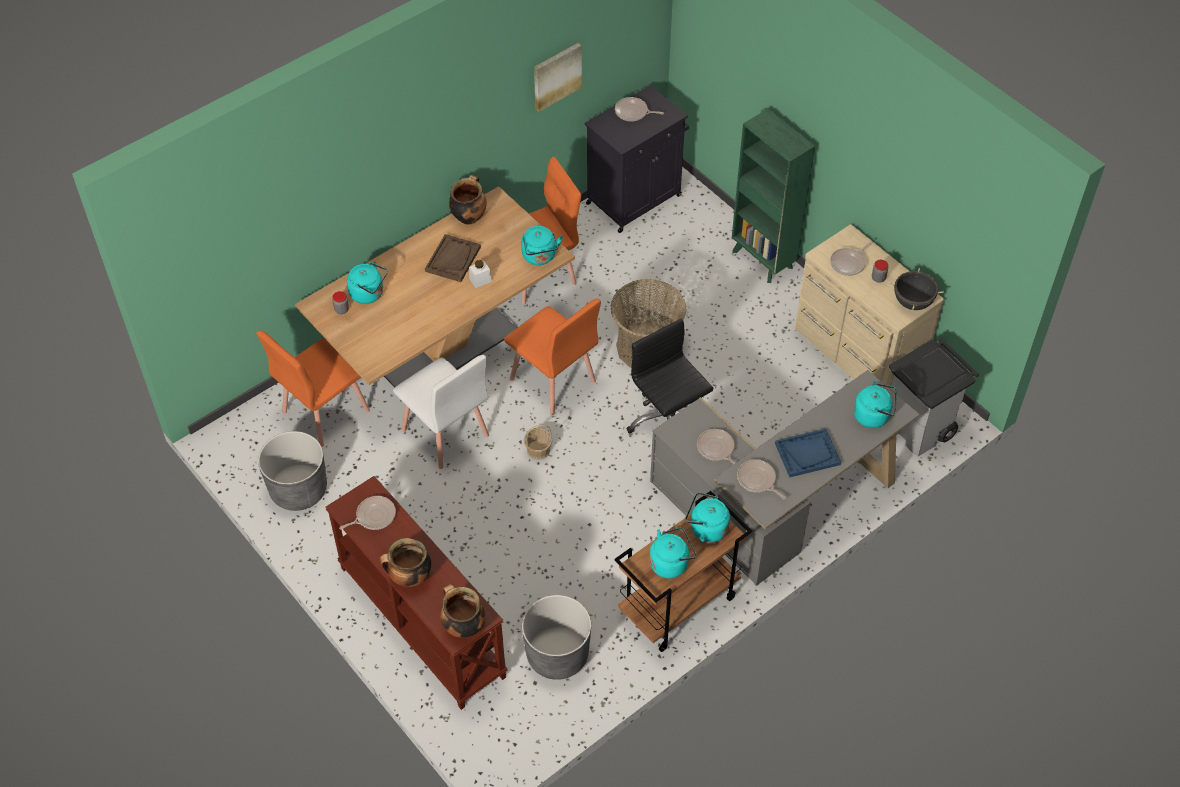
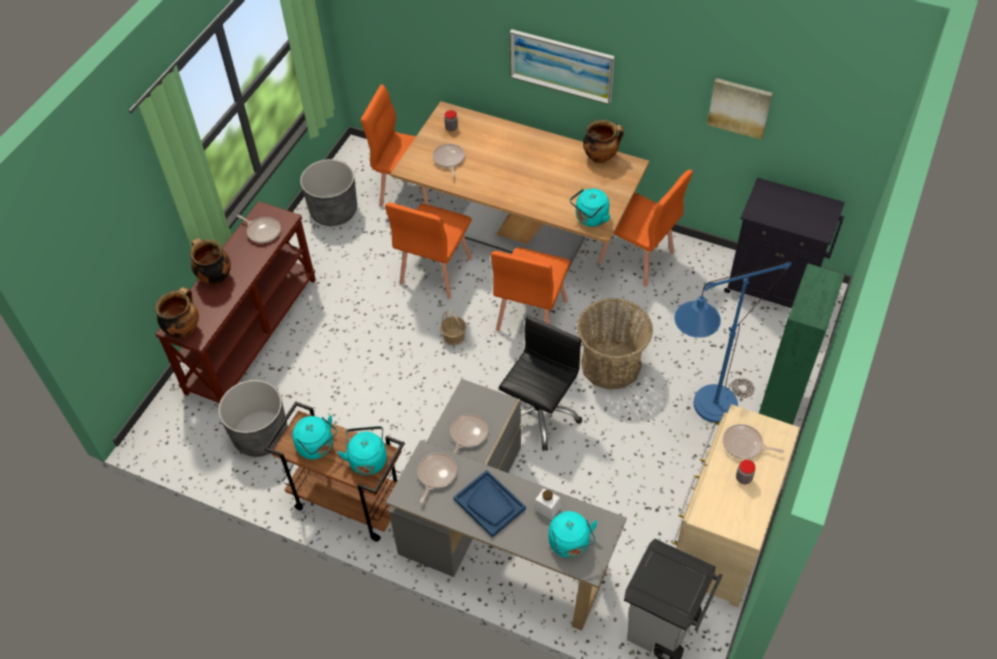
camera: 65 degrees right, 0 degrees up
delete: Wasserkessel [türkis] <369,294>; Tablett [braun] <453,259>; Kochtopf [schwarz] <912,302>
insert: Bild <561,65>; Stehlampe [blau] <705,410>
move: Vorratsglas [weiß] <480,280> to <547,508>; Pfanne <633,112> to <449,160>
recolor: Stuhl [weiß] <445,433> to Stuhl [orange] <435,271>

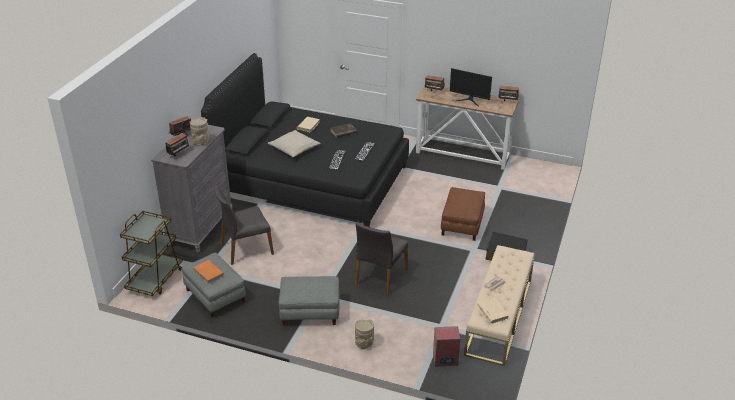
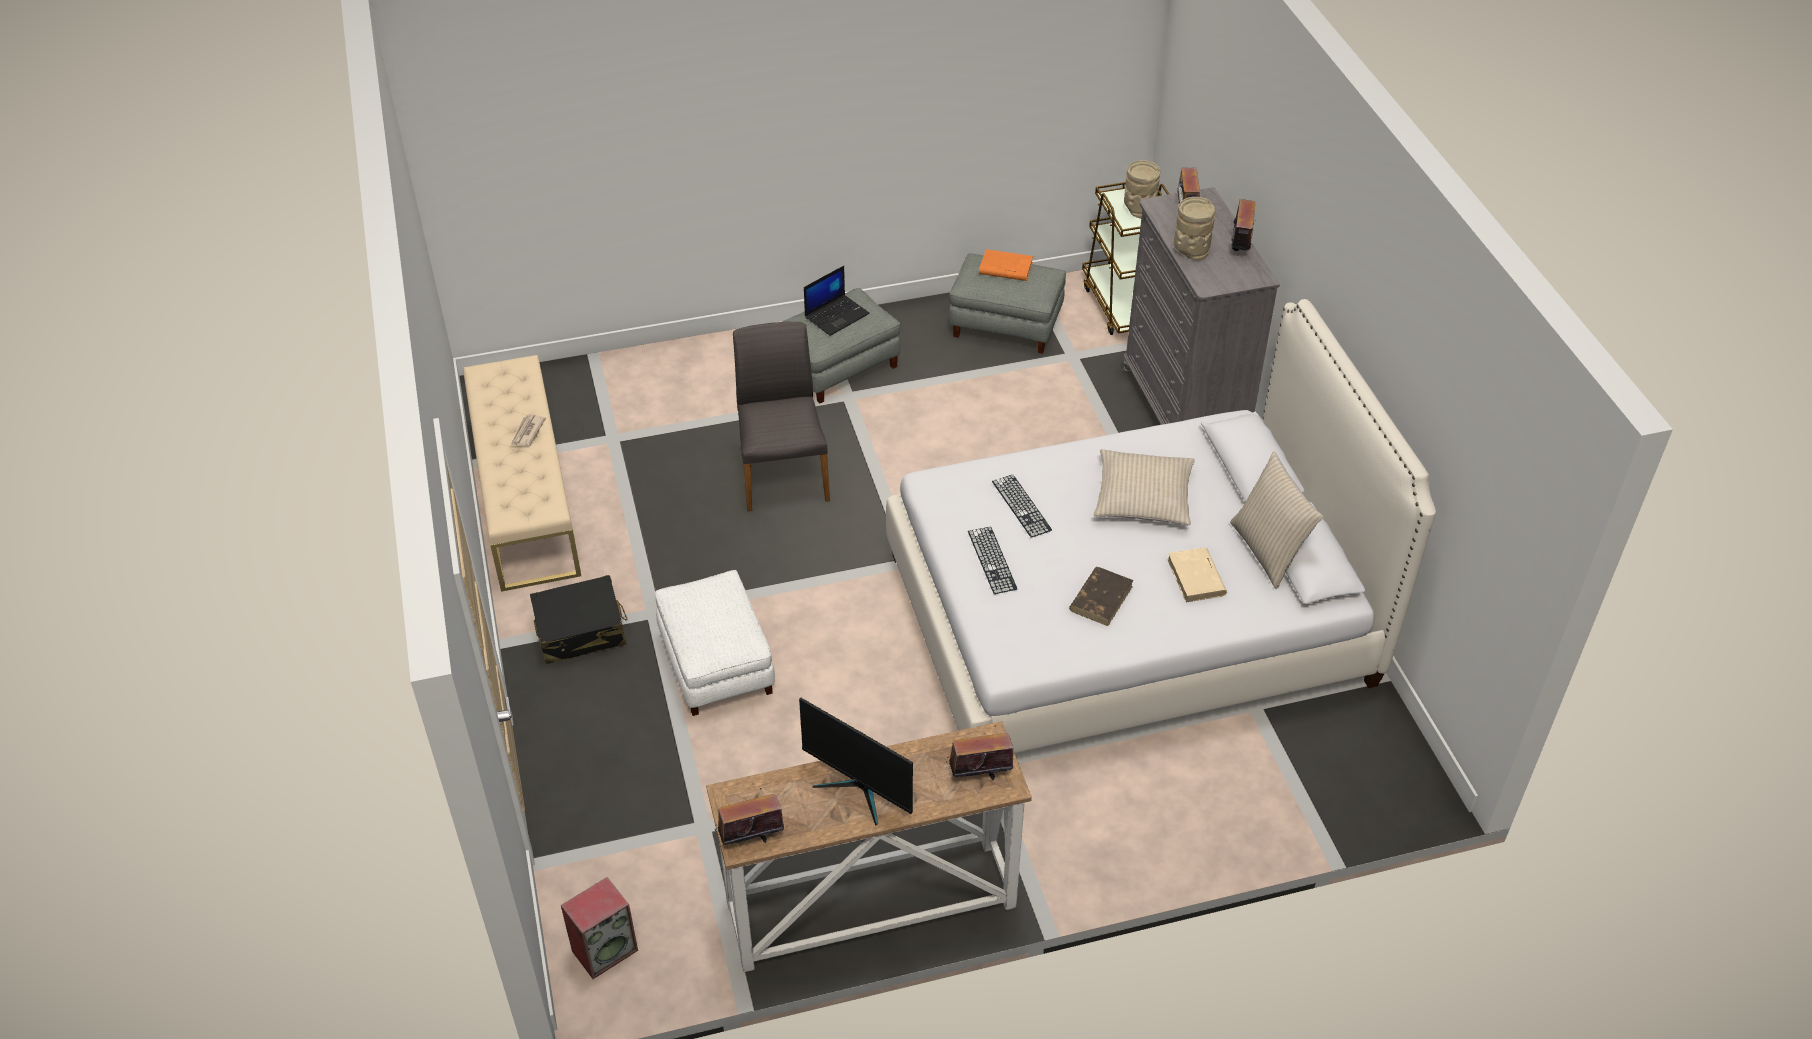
camera: 145 degrees right, 10 degrees up
delete: Stuhl [grau] <246,249>; Buch [beige] <492,311>
insert: Laptop <837,315>; Kissen [beige] <1268,551>
move: Vase [beige] <364,344> to <1139,208>; Lautsprecher <445,359> to <605,949>
recolor: Bett [schwarz] <311,180> to Bett [weiß] <1128,618>; Polsterhocker [braun] <462,224> to Polsterhocker [weiß] <715,664>
rotate: Monitor <469,100> = <859,790> 135 degrees counterclockwise

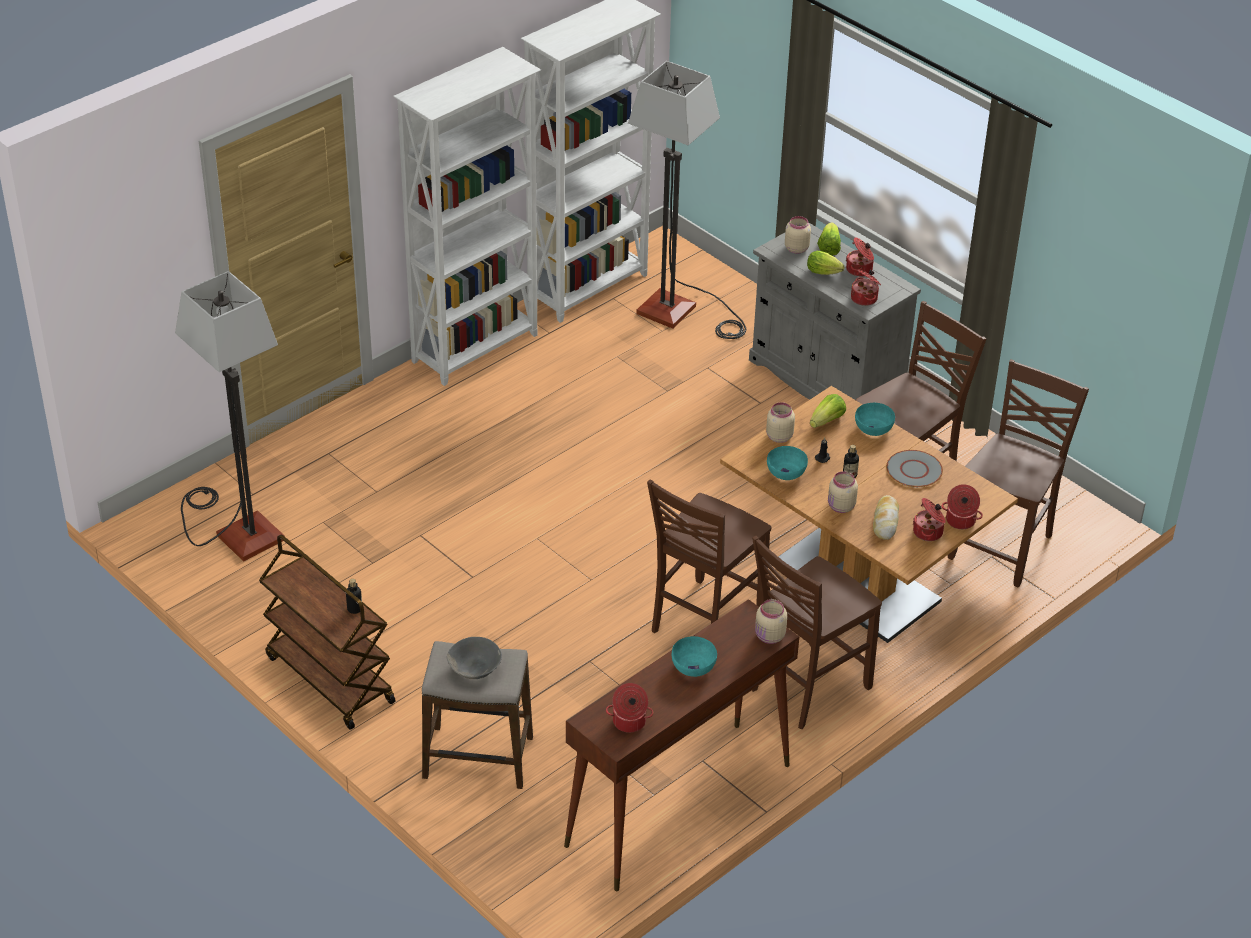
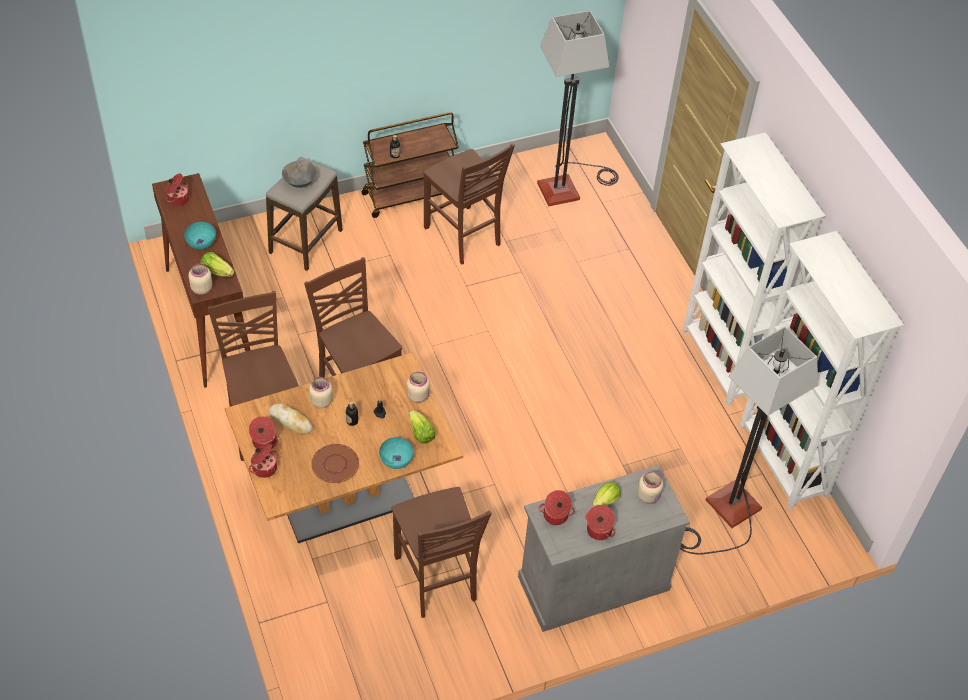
camera: 110 degrees right, 10 degrees up
delete: Schüssel [türkis] <786,473>
move: Salatkopf <829,248> to <217,272>; Stuhl [braun] <1004,547> to <463,237>
recolor: Teller [grau] <914,470> to Teller [braun] <335,464>

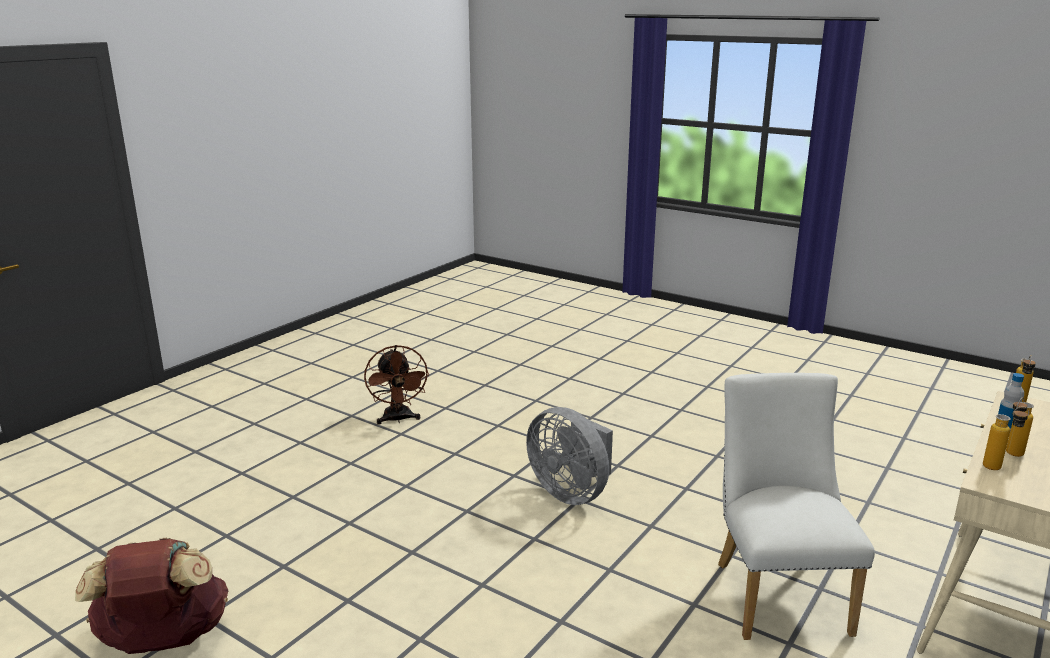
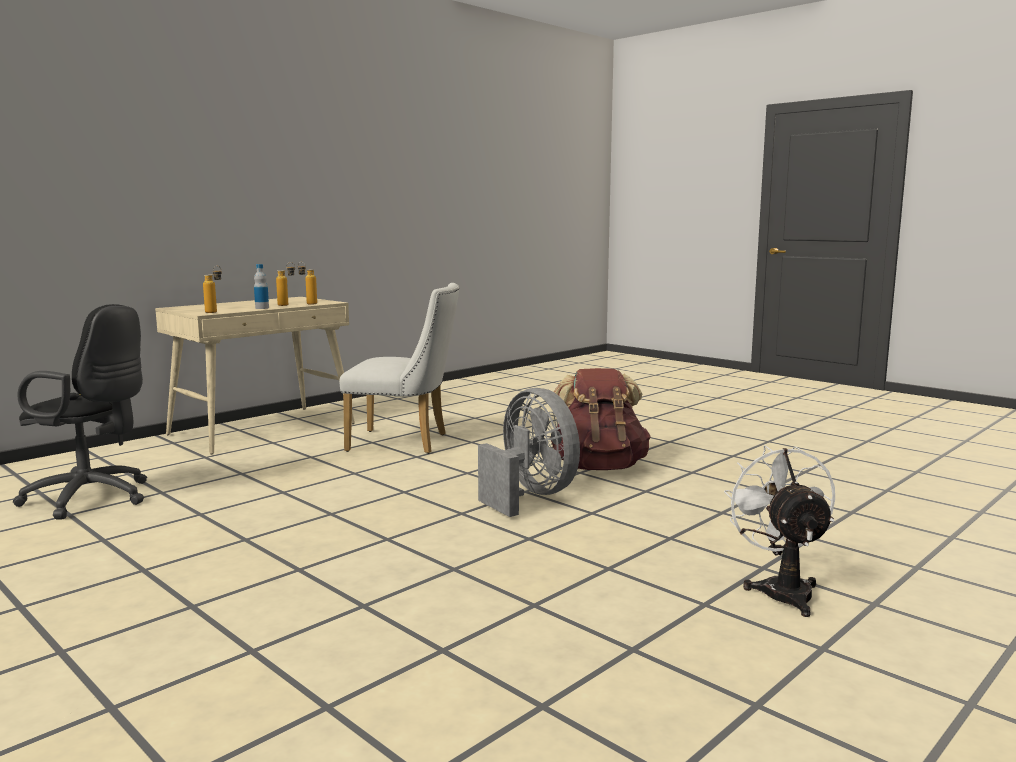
camera: 170 degrees left, 10 degrees down
insert: Bürostuhl [schwarz] <94,499>
move: Rucksack [braun] <164,641> to <599,467>
recolor: Ventilator [braun] <398,419> to Ventilator [weiß] <781,589>
rotate: Stuhl [weiß] <777,591> = <405,442> 90 degrees counterclockwise

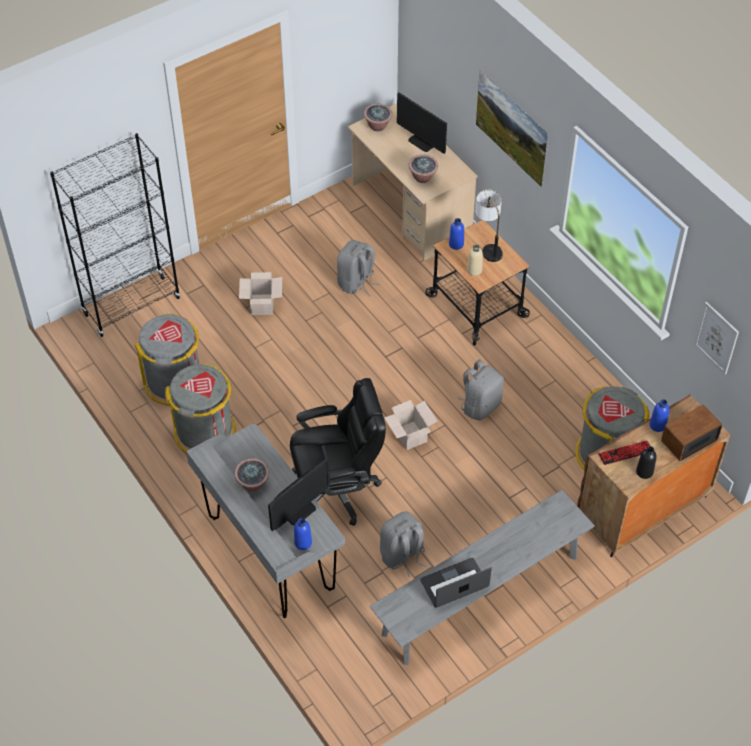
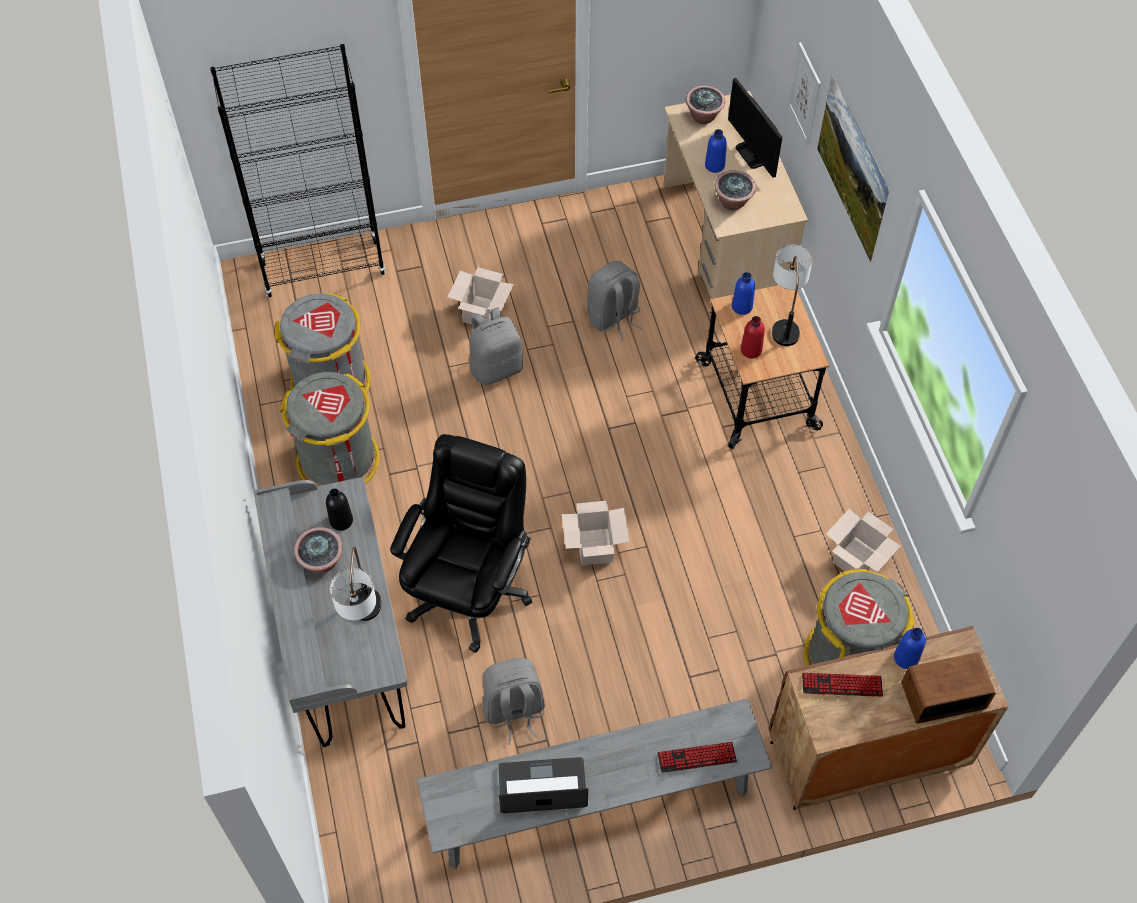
camera: 20 degrees right, 5 degrees up
insert: Tastatur <696,758>; Karton <856,560>
move: Flasche [blau] <303,542> to <714,165>; Rucksack [grau] <480,405> to <496,367>; Flasche [schwarz] <644,472> to <341,521>; Bild <716,338> to <805,94>
replace: Monitor <299,511> to Tischlampe <364,620>
recolor: Flasche [beige] <474,270> to Flasche [rot] <751,350>
rotate: Bürostuhl [schwarz] <337,489> = <469,590> 75 degrees counterclockwise

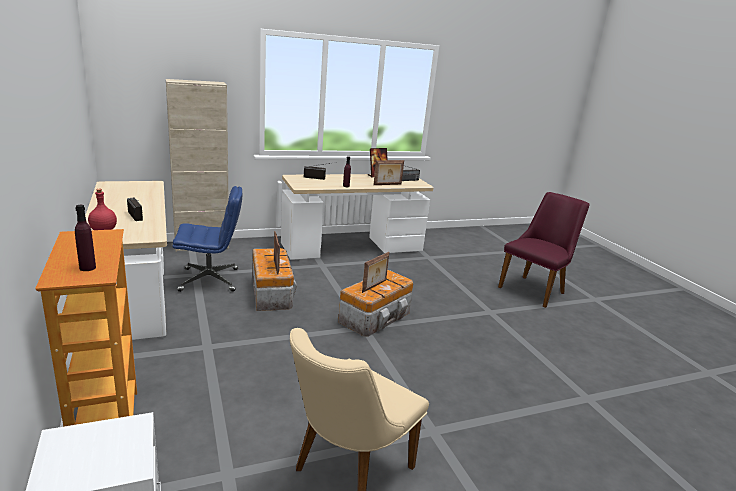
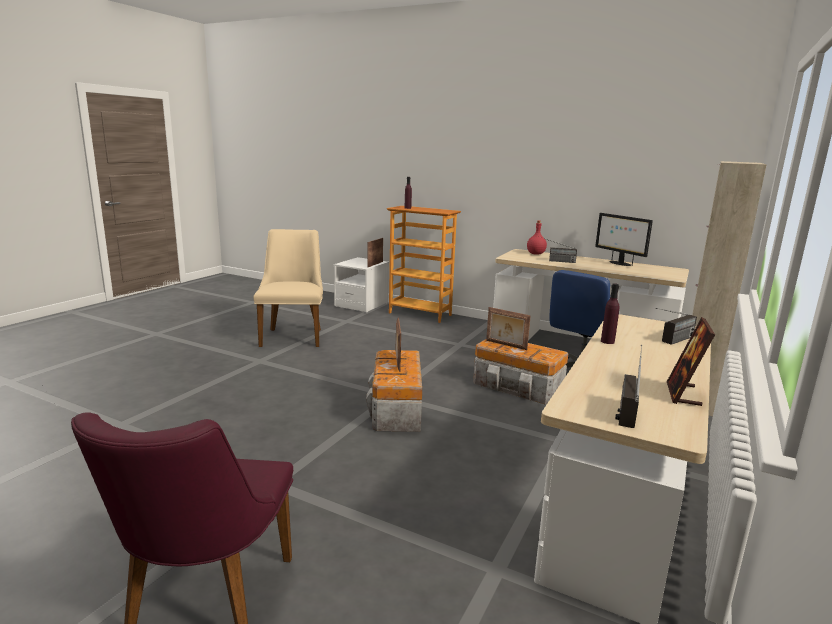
camera: 140 degrees right, 5 degrees down
insert: Monitor <619,263>
move: Bilderrahmen <387,185> to <374,264>

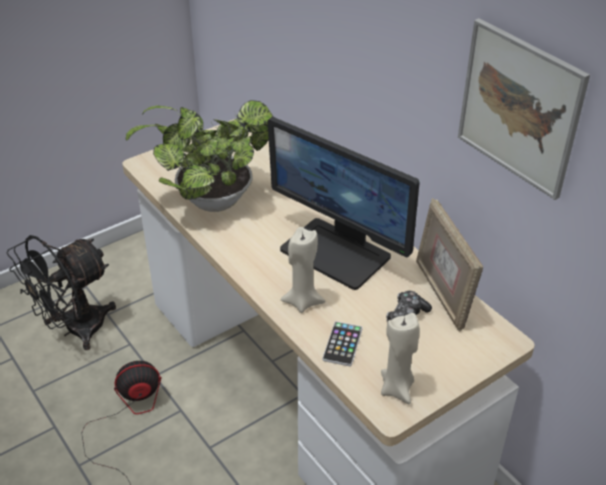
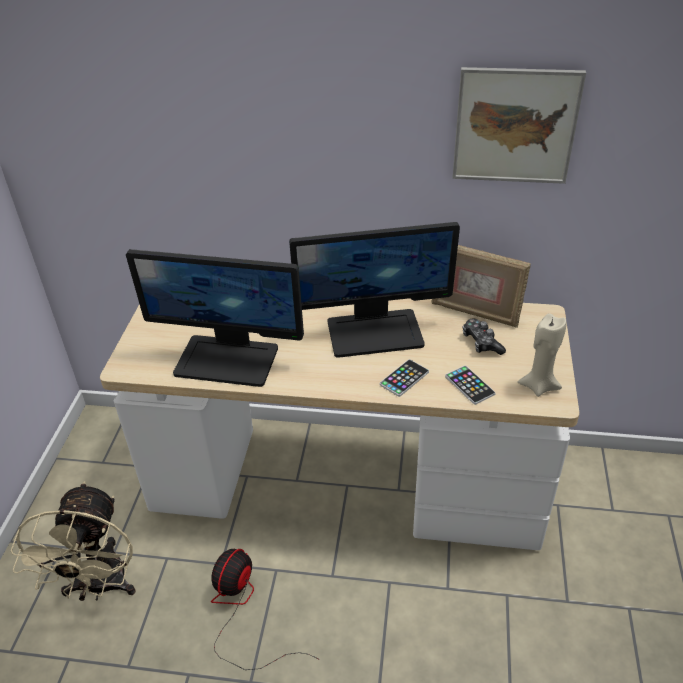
camera: 45 degrees left, 0 degrees up
replace: Topfpflanze <209,201> to Monitor <228,359>; Kerze [beige] <302,301> to Handy <404,378>
recolor: Ventilator [schwarz] <75,330> to Ventilator [beige] <100,587>

